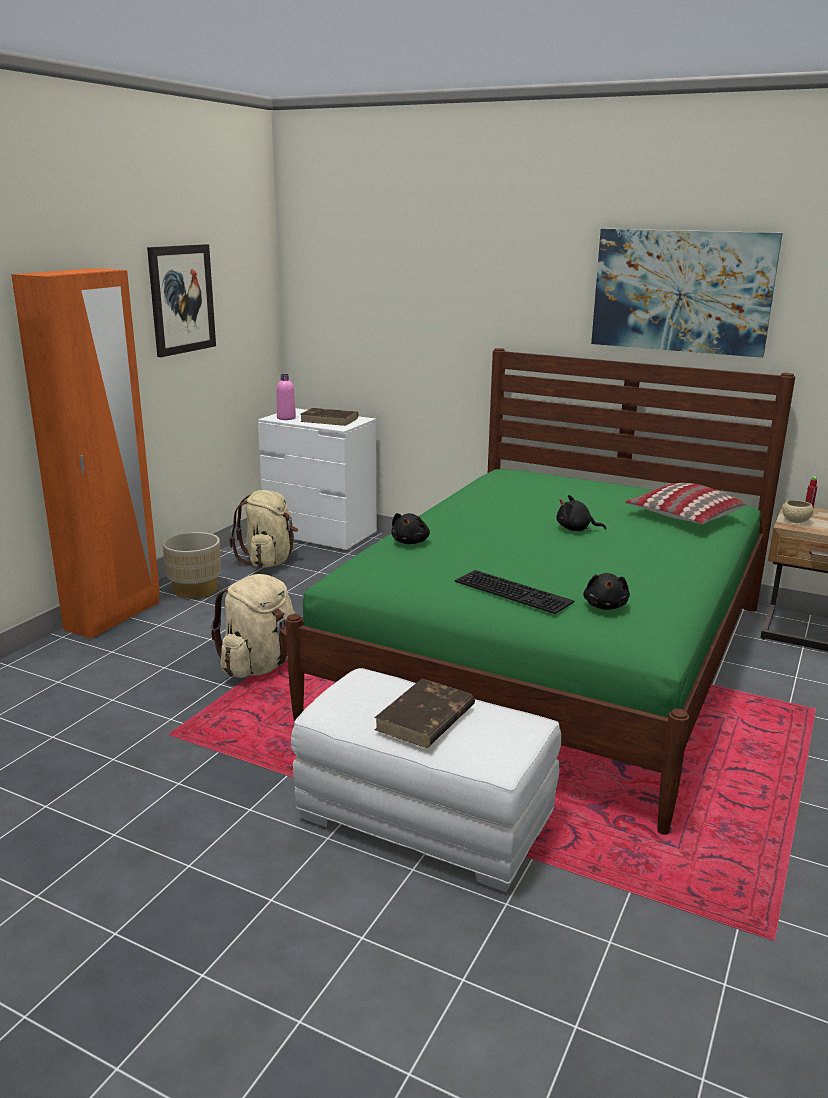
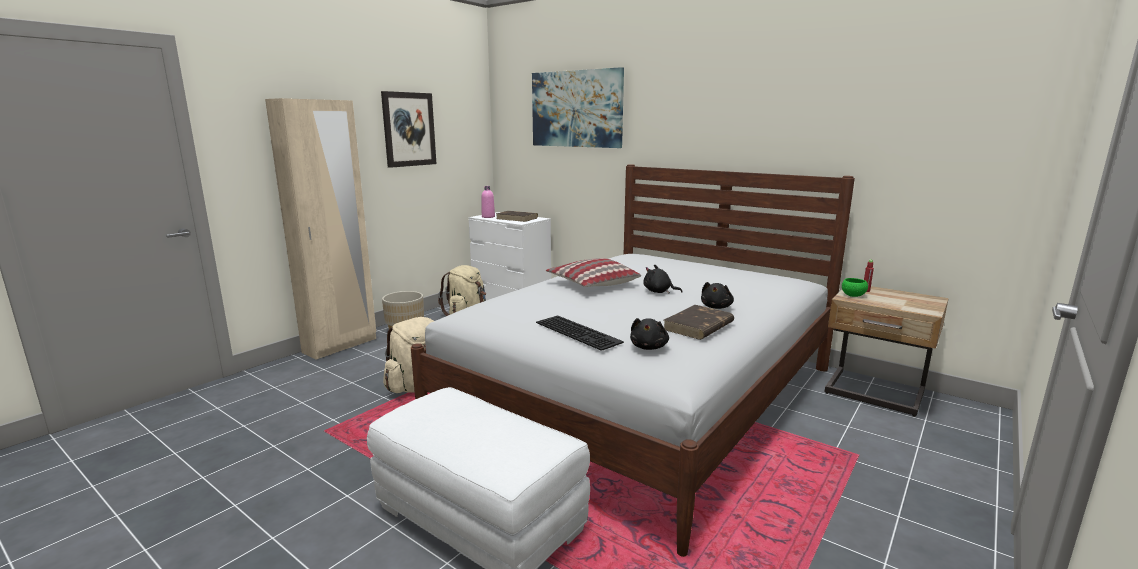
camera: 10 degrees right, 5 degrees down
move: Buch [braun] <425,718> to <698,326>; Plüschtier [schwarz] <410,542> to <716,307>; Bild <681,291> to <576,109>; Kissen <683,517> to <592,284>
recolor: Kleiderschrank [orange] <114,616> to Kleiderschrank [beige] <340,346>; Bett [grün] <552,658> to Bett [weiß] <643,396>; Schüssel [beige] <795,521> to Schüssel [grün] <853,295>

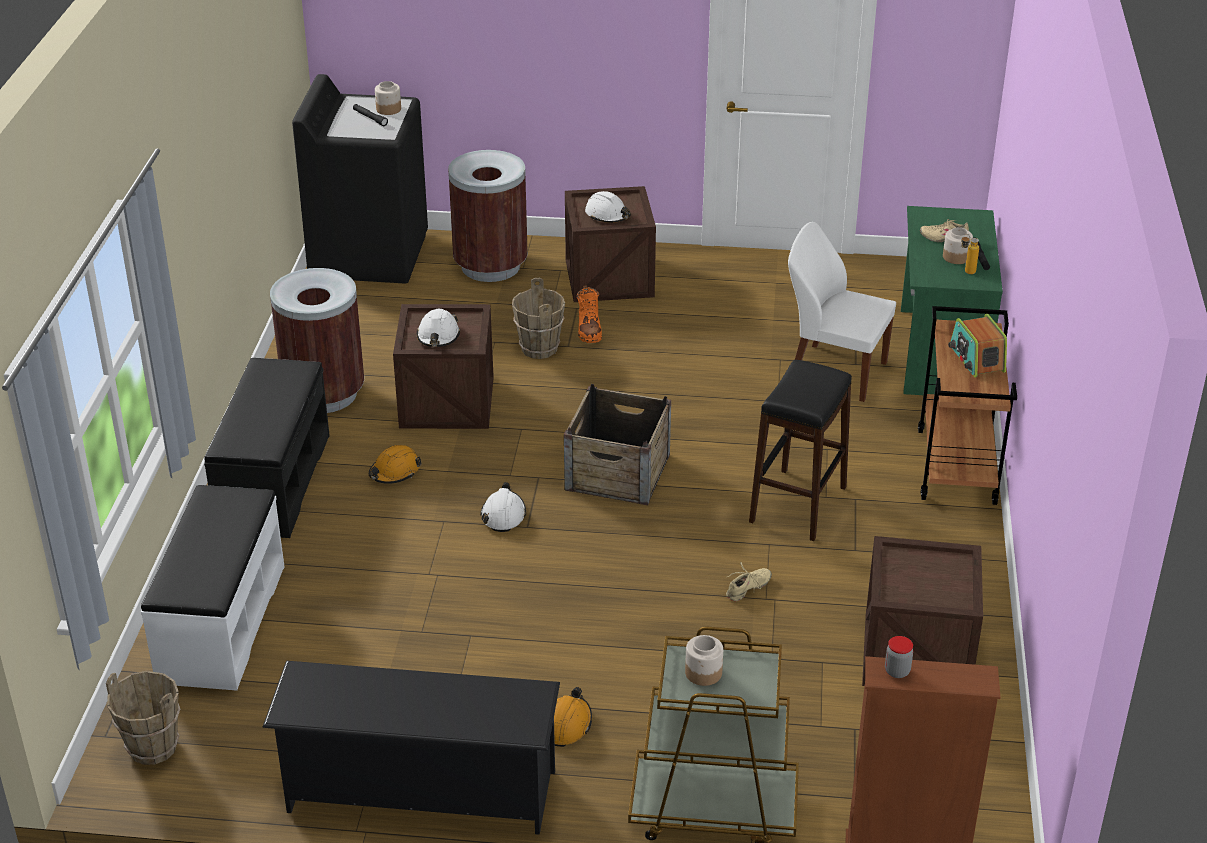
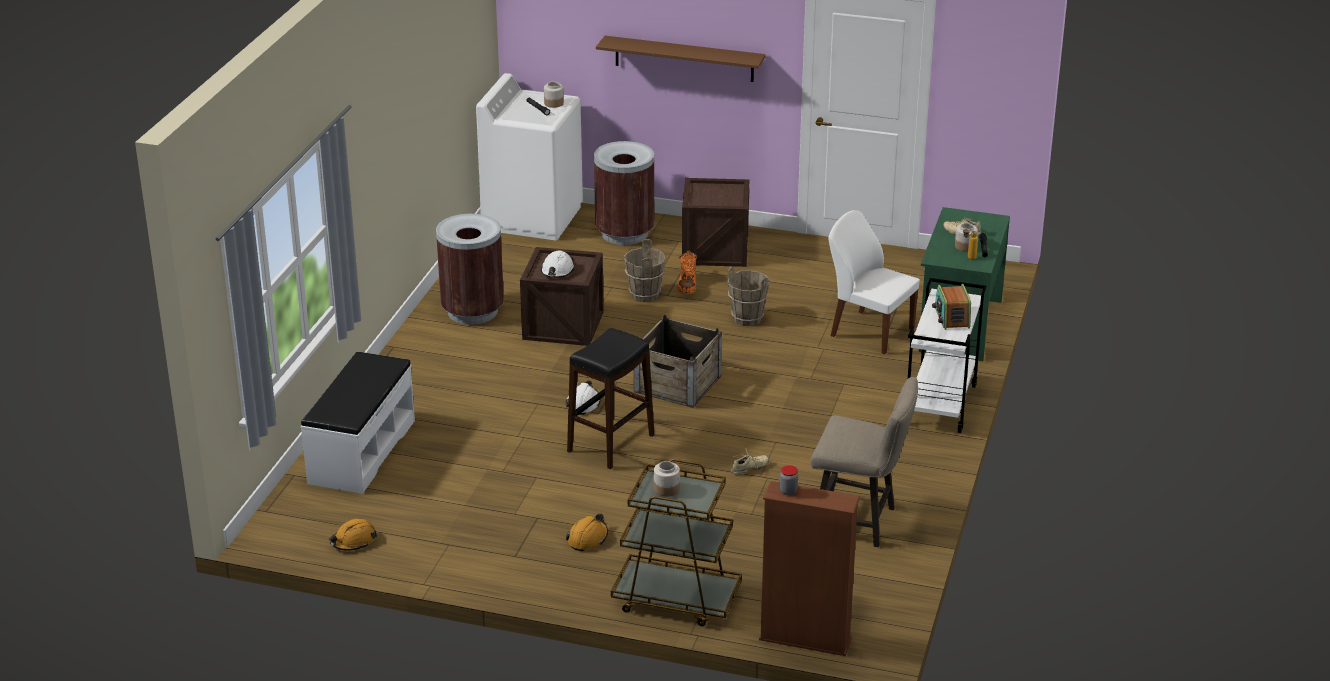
camera: 10 degrees right, 5 degrees down
delete: Bank [schwarz] <273,482>; Schuhregal [schwarz] <420,791>; Schutzhelm [weiß] <607,215>
insert: Wandregal [braun] <684,59>
move: Eimer [braun] <153,747> to <747,318>; Schutzhelm [orange] <394,472> to <353,541>; Hocker [schwarz] <798,505> to <610,443>
replace: Kiste <916,654> to Hocker [beige] <859,522>
recolor: Waschmaschine [schwarz] <369,255> to Waschmaschine [weiß] <532,217>; Rollwagen [braun] <957,467> to Rollwagen [weiß] <940,405>

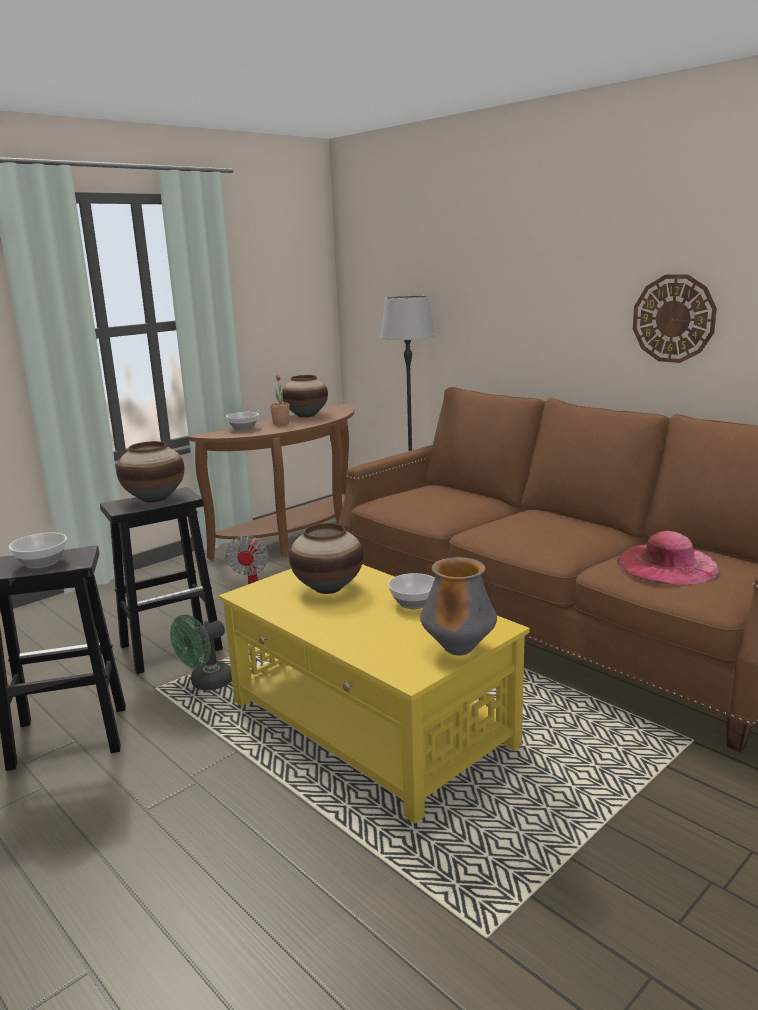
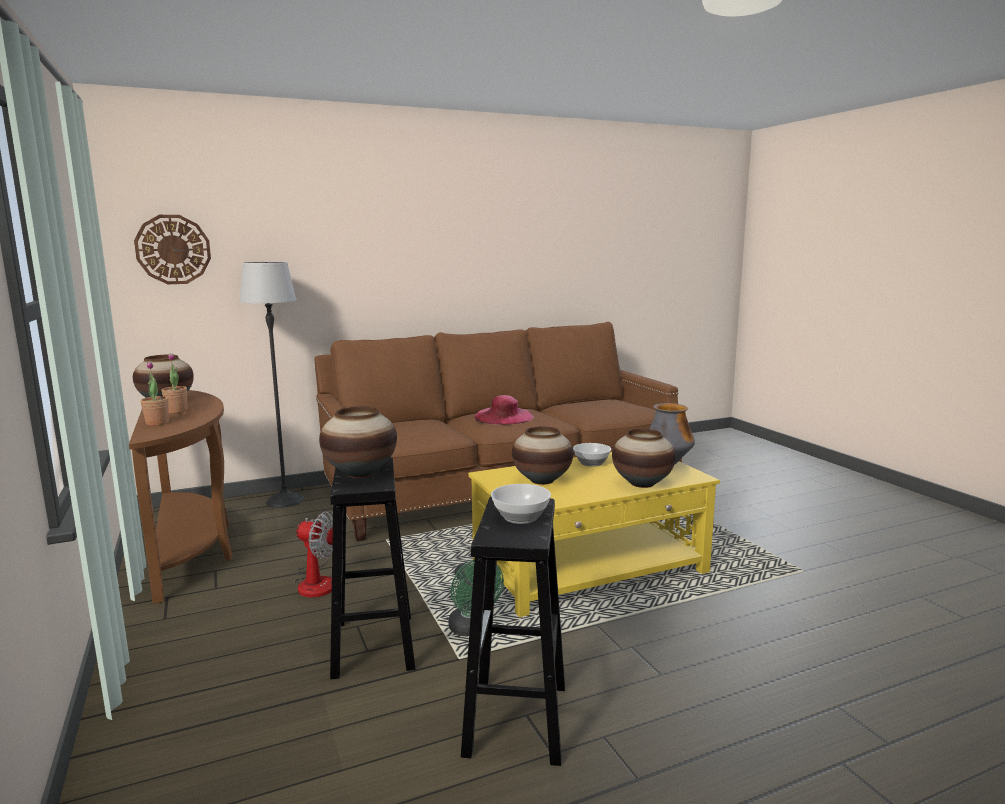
camera: 70 degrees left, 5 degrees down
insert: Vase <642,484>
move: Hut [rosa] <667,565> to <503,416>; Wanduhr <673,318> to <173,249>
replace: Schüssel <243,428> to Topfpflanze <157,423>

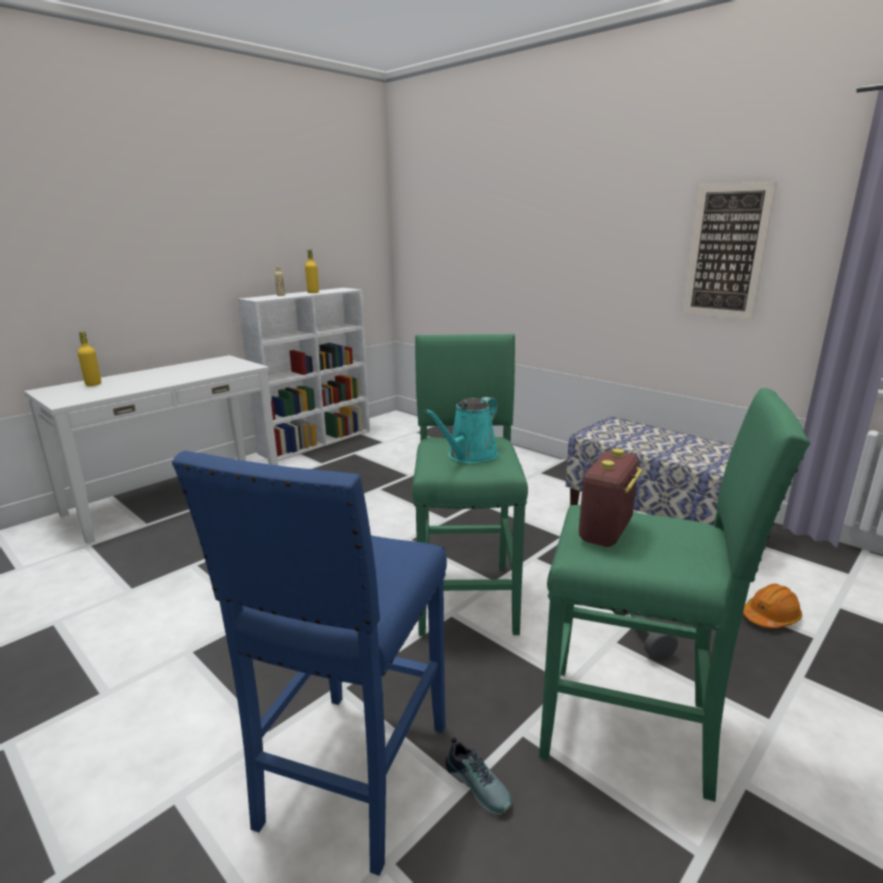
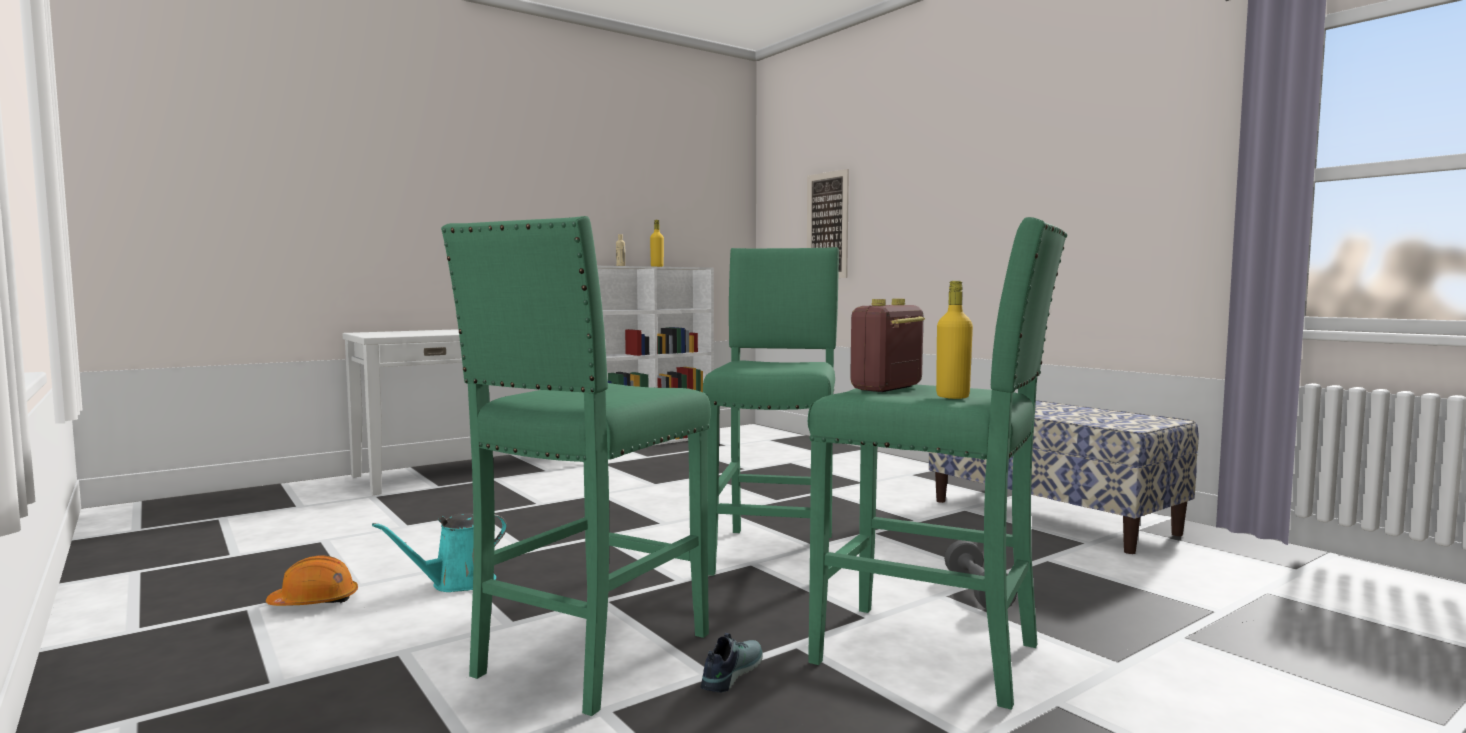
camera: 10 degrees right, 15 degrees down
move: Flasche [gelb] <93,384> to <952,397>; Gießkanne [türkis] <469,456> to <457,583>; Bild <726,252> to <827,225>; Schutzhelm [orange] <770,617> to <315,602>
recolor: Hocker [blau] <352,777> to Hocker [grün] <589,656>
rotate: Schuh <479,784> = <729,673> 120 degrees counterclockwise

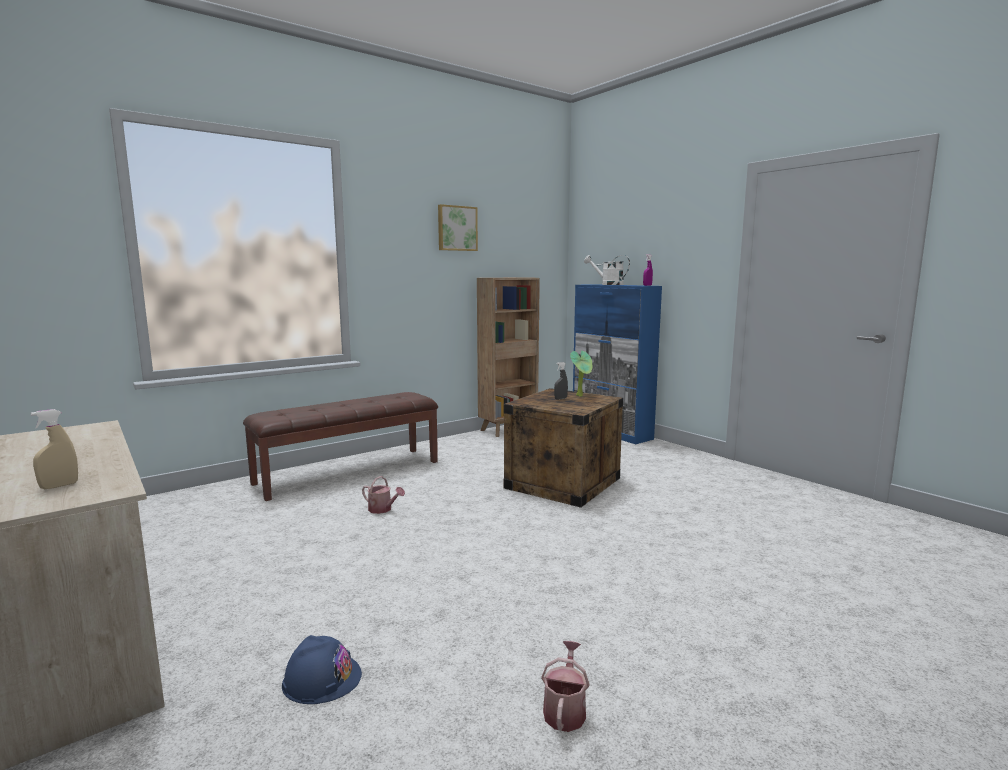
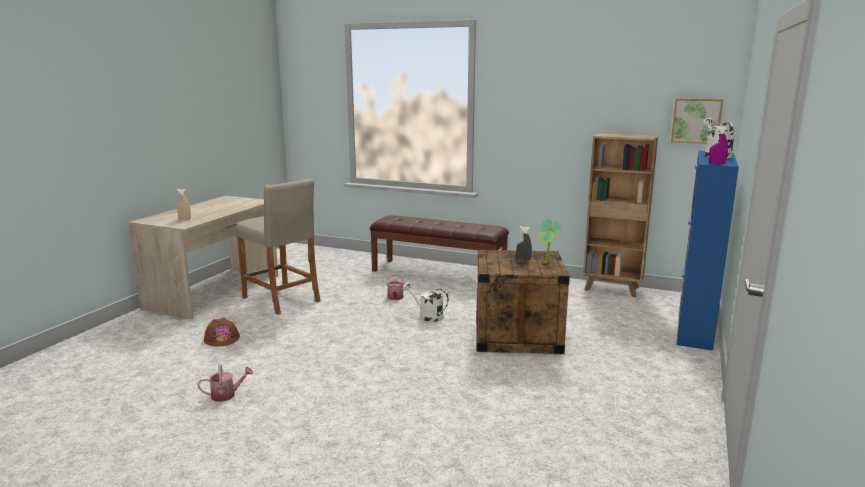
camera: 60 degrees right, 5 degrees up
insert: Hocker [beige] <281,299>; Gießkanne [weiß] <427,316>
move: Bild <456,228> to <696,121>
recolor: Schutzhelm [blau] <322,678> to Schutzhelm [braun] <222,338>

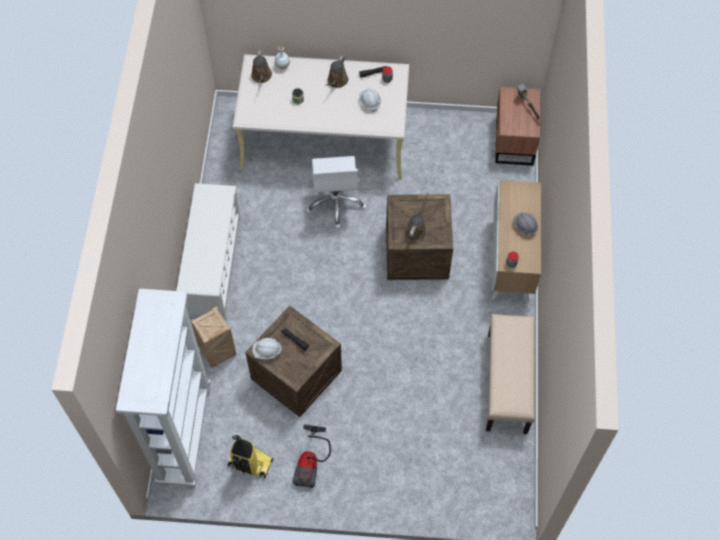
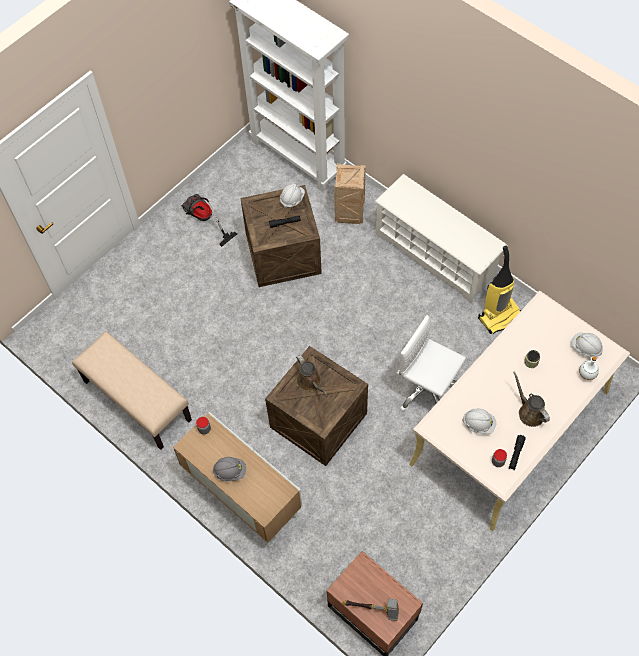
camera: 130 degrees right, 0 degrees up
move: Staubsauger <249,463> to <499,316>
replace: Gießkanne [braun] <261,76> to Schutzhelm [weiß] <585,348>

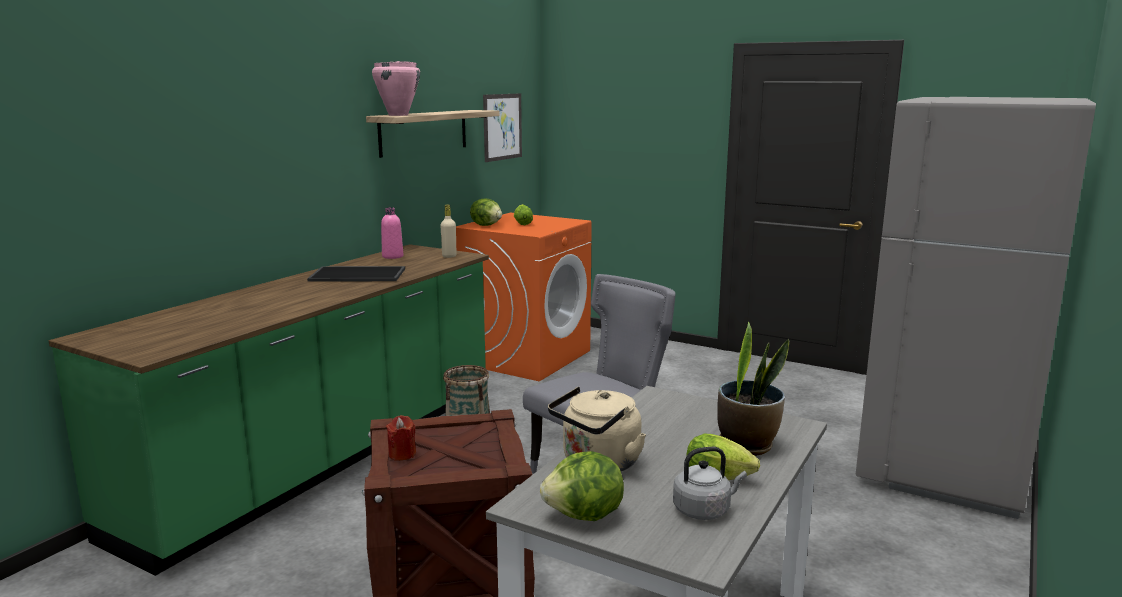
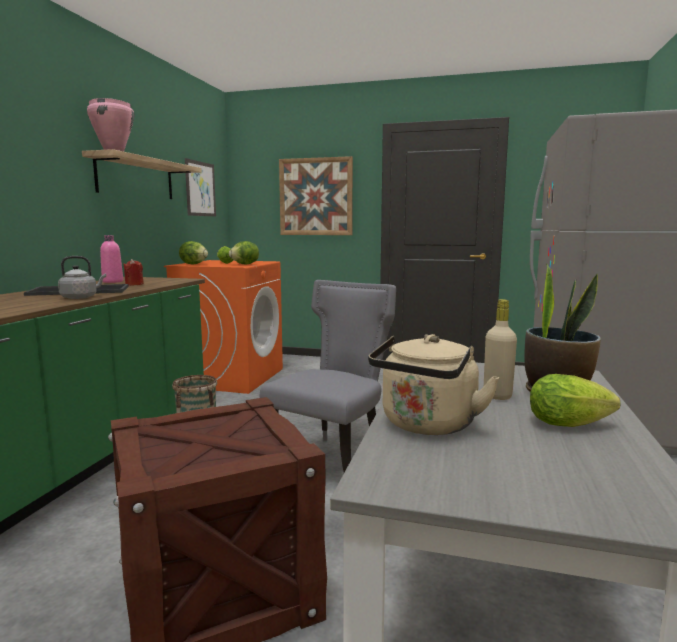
camera: 15 degrees left, 5 degrees down
insert: Bild <316,197>
move: Kerze [rot] <402,454> to <134,284>; Flasche [beige] <449,256> to <497,396>; Salatkopf <585,516> to <245,264>; Wasserkessel [grau] <704,510> to <81,297>

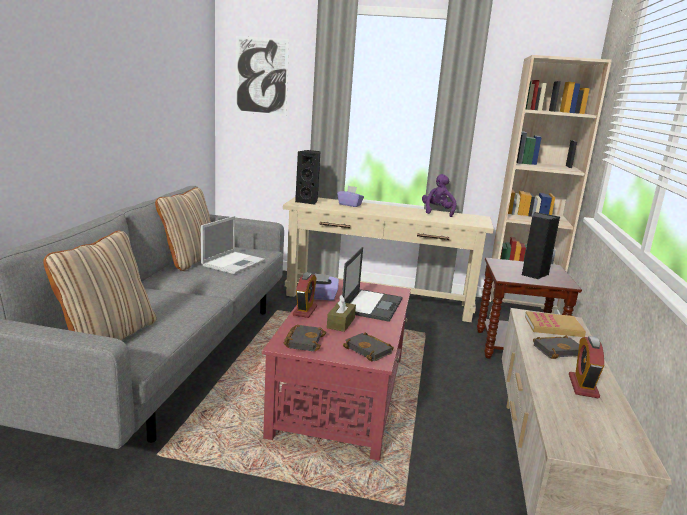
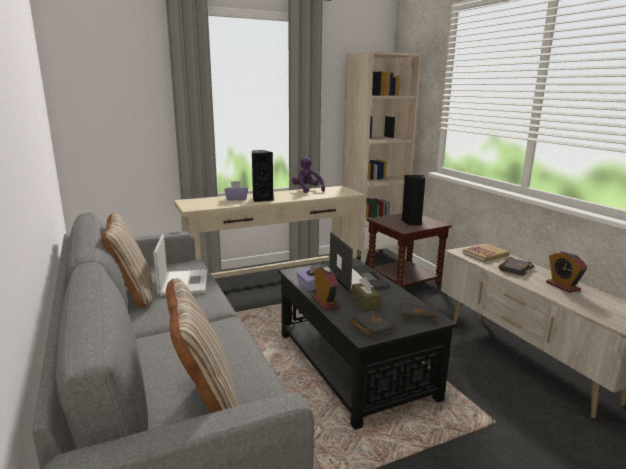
camera: 35 degrees left, 0 degrees up
delete: Bild <261,76>
move: Lautsprecher [schwarz] <308,201> to <261,199>
recolor: Couchtisch [rot] <342,393> to Couchtisch [schwarz] <353,364>

